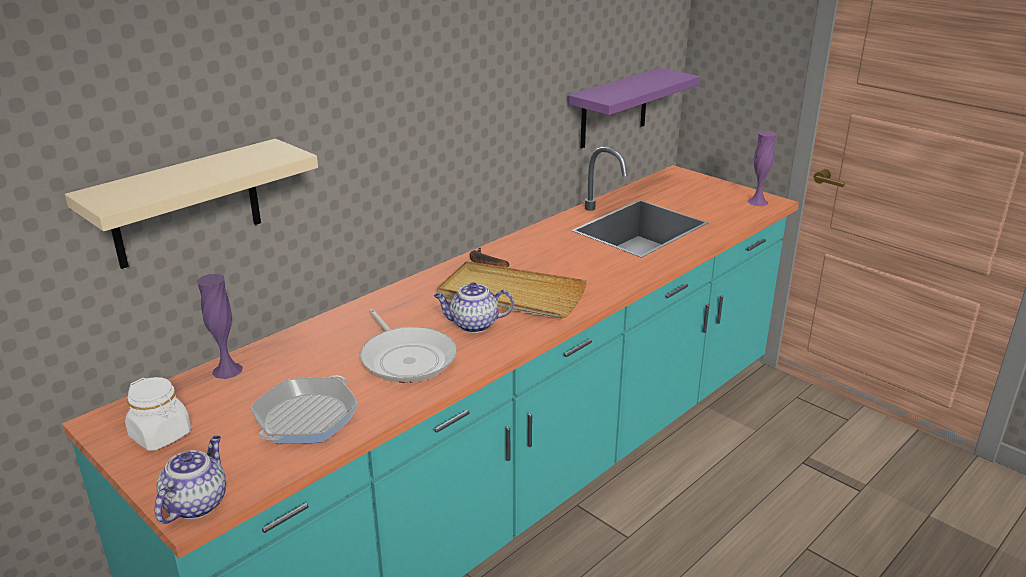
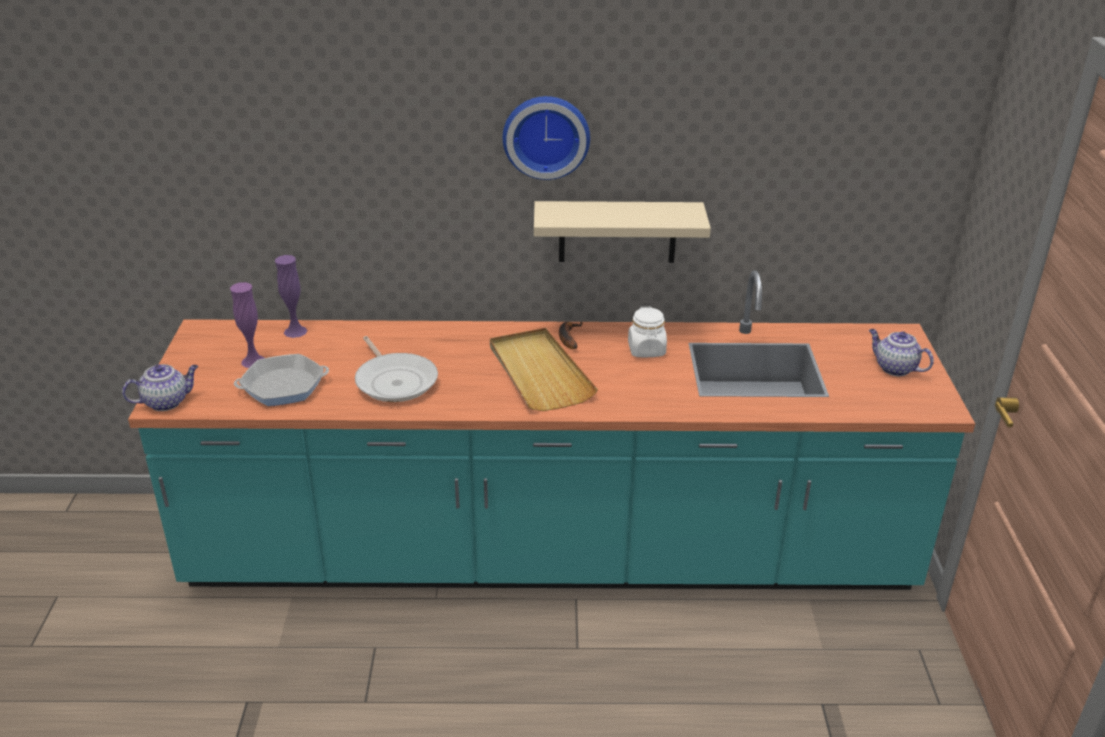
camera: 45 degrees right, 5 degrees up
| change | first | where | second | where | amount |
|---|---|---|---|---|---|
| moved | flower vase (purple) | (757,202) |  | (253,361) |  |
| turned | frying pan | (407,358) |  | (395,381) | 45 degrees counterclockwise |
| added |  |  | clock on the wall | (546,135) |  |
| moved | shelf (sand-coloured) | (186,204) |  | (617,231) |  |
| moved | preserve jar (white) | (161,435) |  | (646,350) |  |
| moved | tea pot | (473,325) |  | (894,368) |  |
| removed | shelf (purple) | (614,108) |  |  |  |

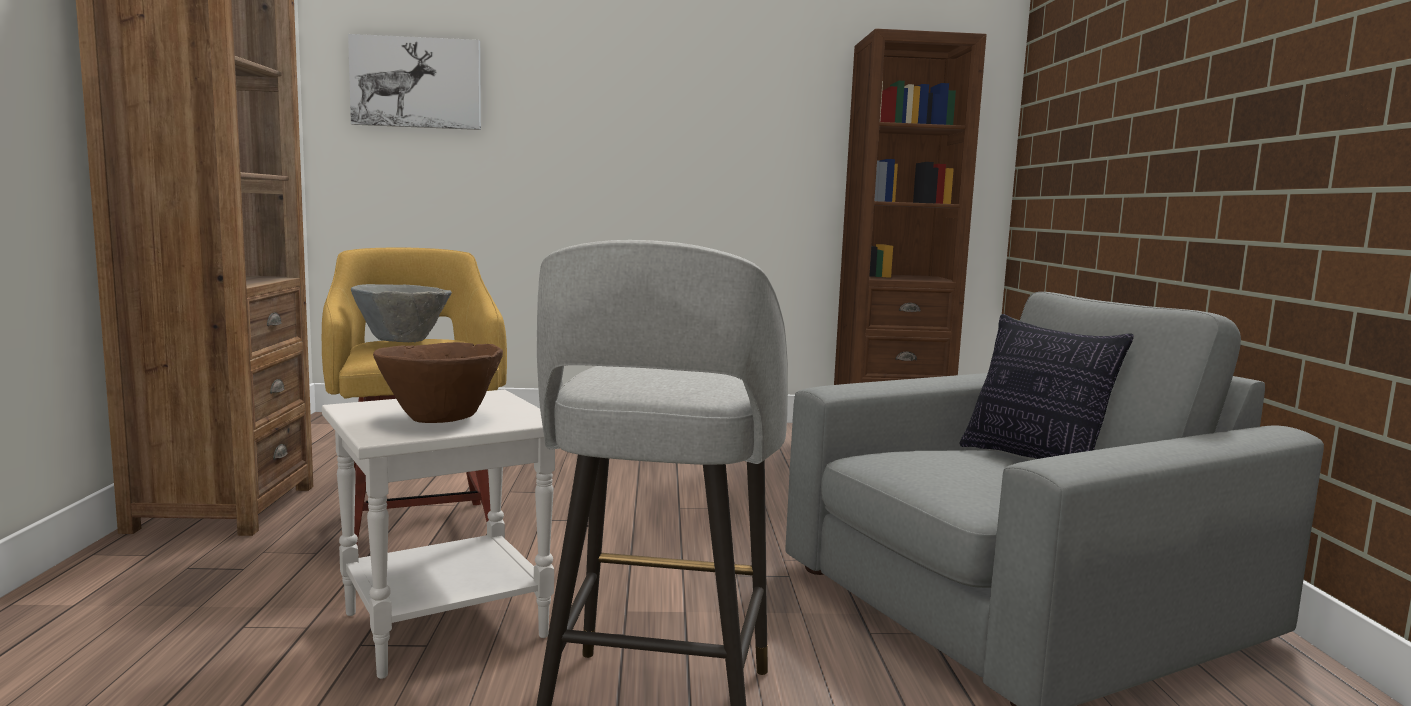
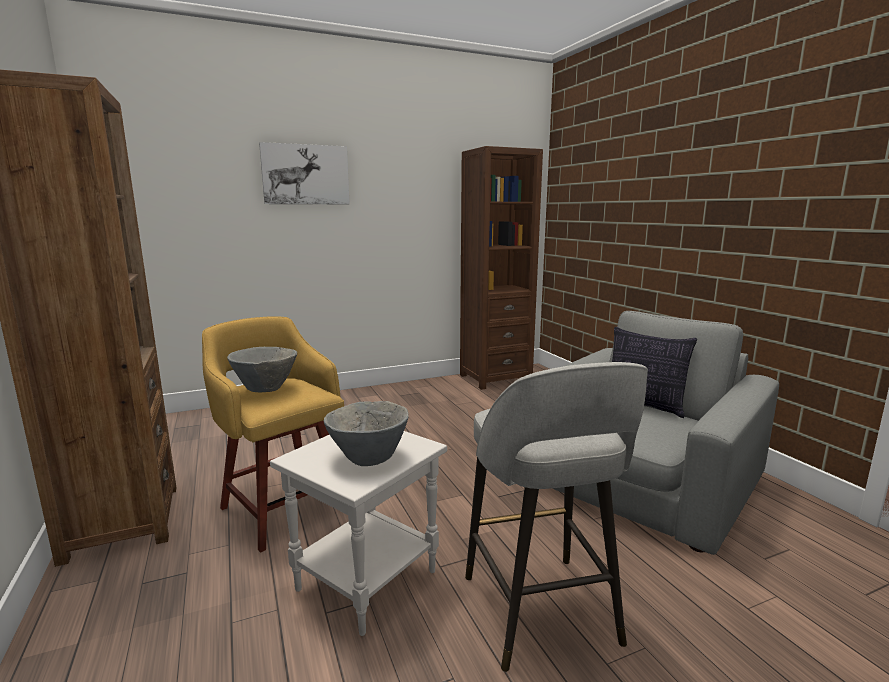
camera: 20 degrees left, 5 degrees up
| change | first | where | second | where | amount |
|---|---|---|---|---|---|
| moved | wall art | (416,83) |  | (305,175) |  |
| recoloured | bowl (brown-coloured) | (439,419) | bowl (greyish) | (368,458) |  |

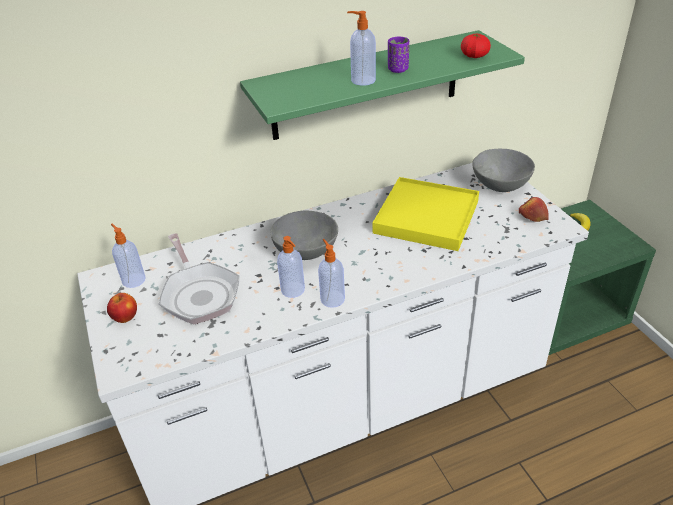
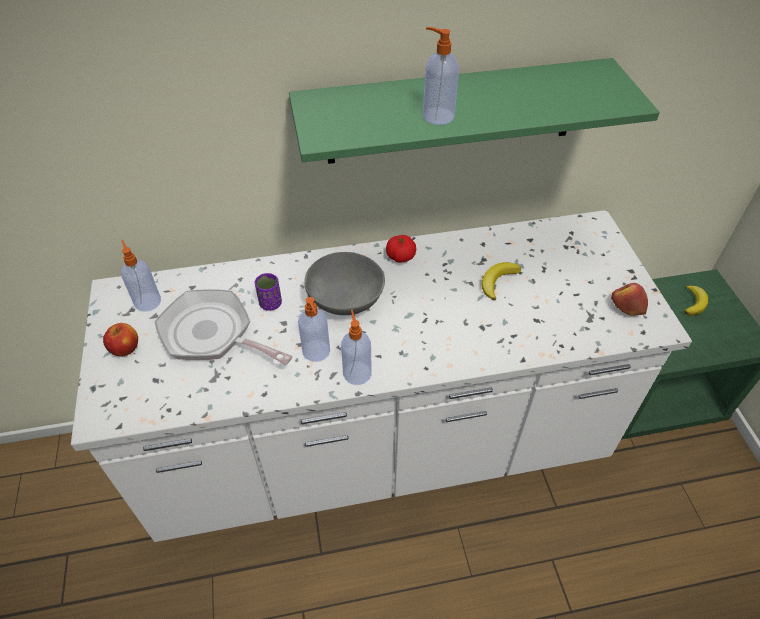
camera: 10 degrees right, 10 degrees up
| change | first | where | second | where | amount |
|---|---|---|---|---|---|
| turned | frying pan | (199,293) |  | (212,334) | 135 degrees clockwise |
| moved | drinking cup (purple) | (398,69) |  | (270,303) |  |
| moved | tomato | (474,56) |  | (400,256) |  |
| replaced | tray (yellowish) | (426,217) | whole banana | (497,281) |  |
| removed | bowl (greyish) | (500,185) |  |  |  |

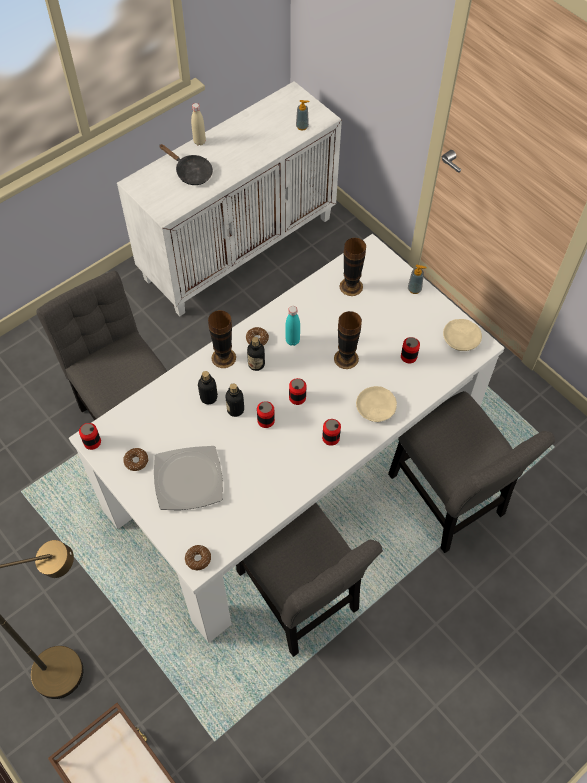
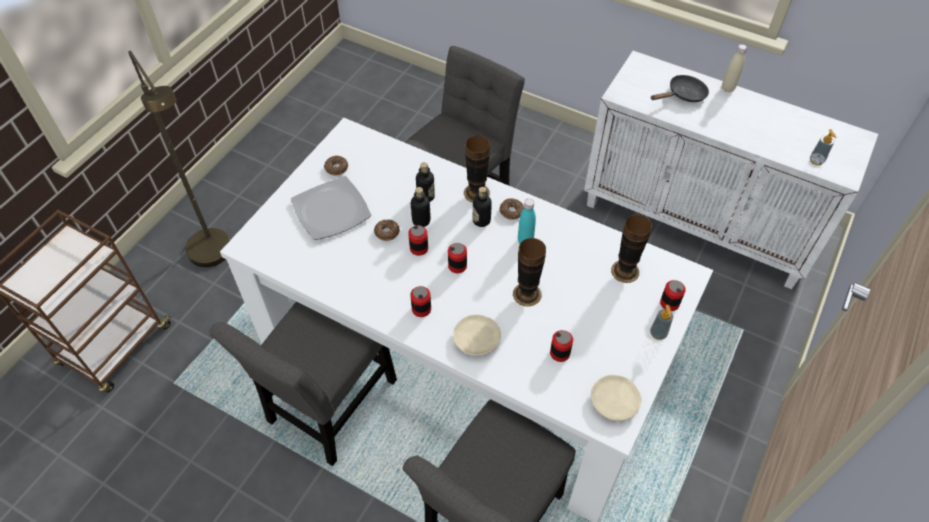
camera: 70 degrees right, 5 degrees down
| change | first | where | second | where | amount |
|---|---|---|---|---|---|
| moved | ring doughnut | (198,559) |  | (387,232) |  |
| turned | frying pan (blackish) | (191,172) |  | (683,95) | 135 degrees counterclockwise |
| moved | can | (92,442) |  | (669,303) |  |

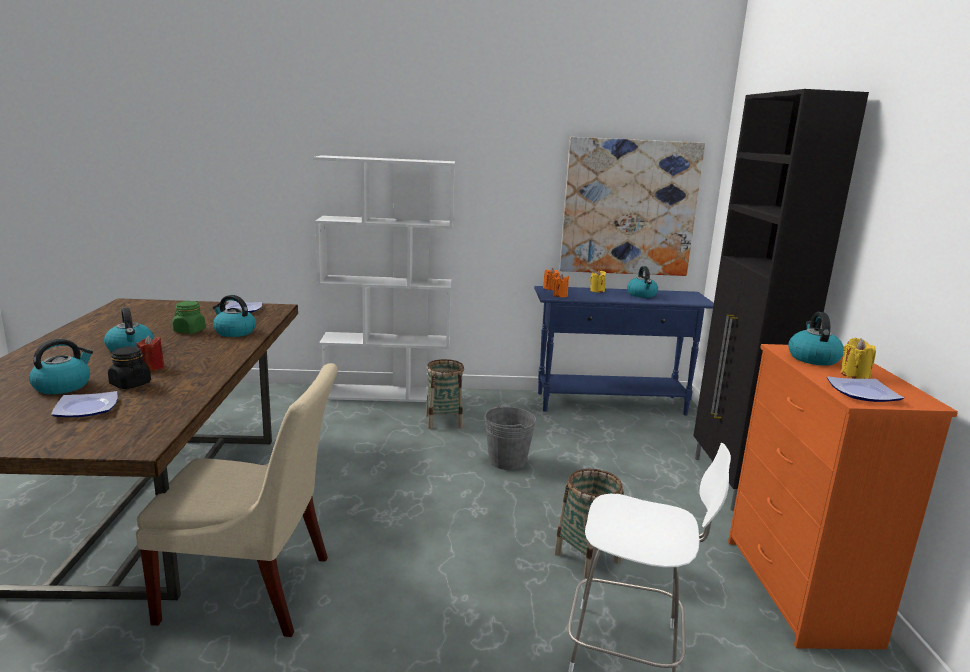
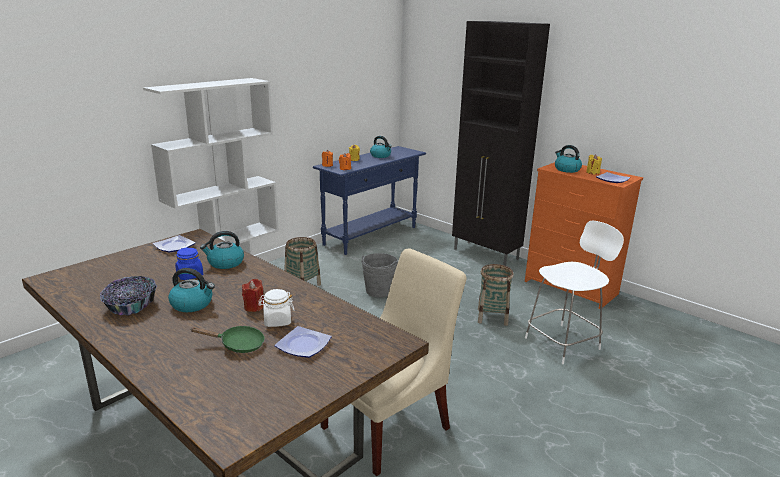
camera: 45 degrees left, 5 degrees up
| change | first | where | second | where | amount |
|---|---|---|---|---|---|
| added |  |  | bowl | (130,305) |  |
| recoloured | preserve jar (green-coloured) | (189,331) | preserve jar (blue-coloured) | (190,275) |  |
| replaced | kettle | (63,386) | frying pan (green-coloured) | (238,345) |  |
| recoloured | preserve jar (blackish) | (130,384) | preserve jar (white) | (277,321) |  |
| removed | wall art | (629,208) |  |  |  |

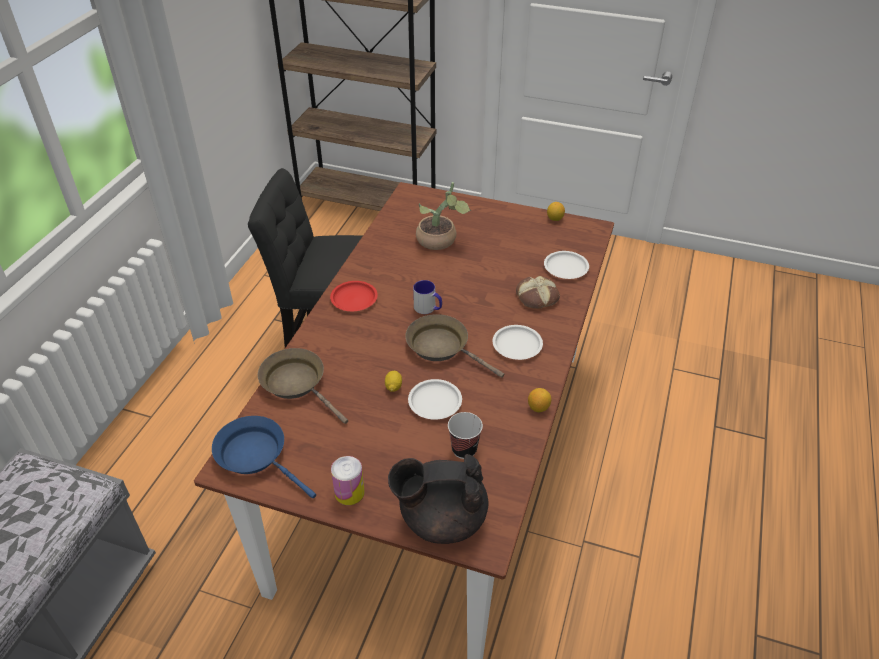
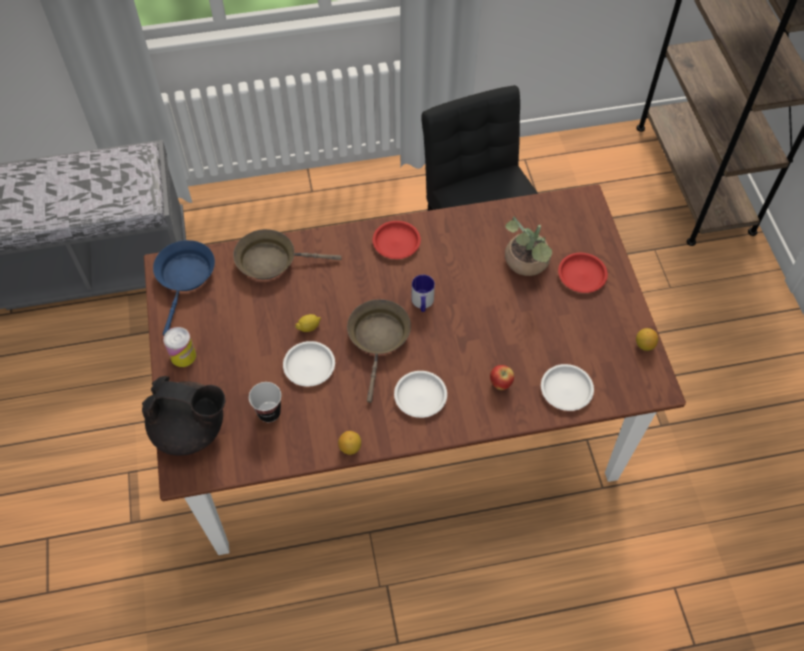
camera: 60 degrees right, 15 degrees up
| change | first | where | second | where | amount |
|---|---|---|---|---|---|
| turned | tea pot (blackish) | (441,518) |  | (191,429) | 135 degrees clockwise |
| turned | frying pan (brown-coloured) | (297,384) |  | (271,260) | 105 degrees counterclockwise |
| replaced | bakery bread | (537,297) | apple fruit | (500,383) |  |
| added |  |  | flat dish (reddish) | (582,275) |  |

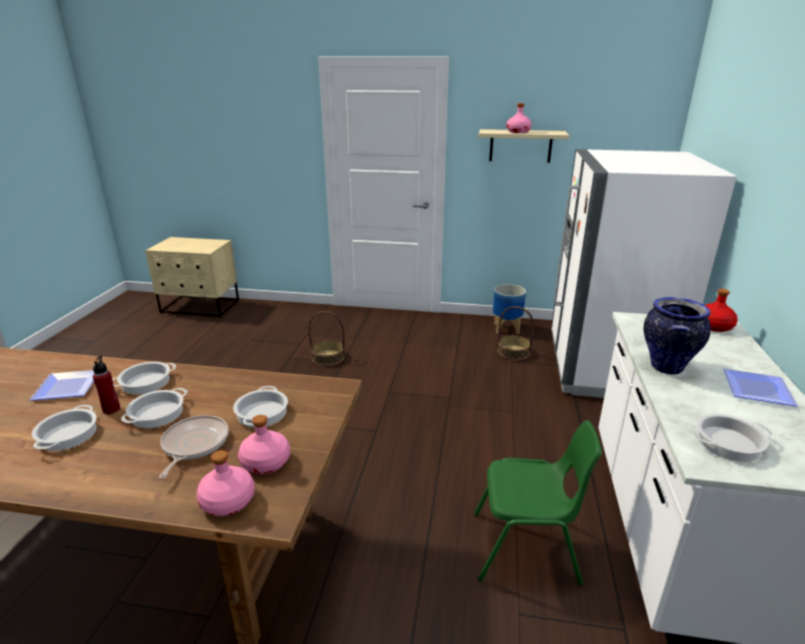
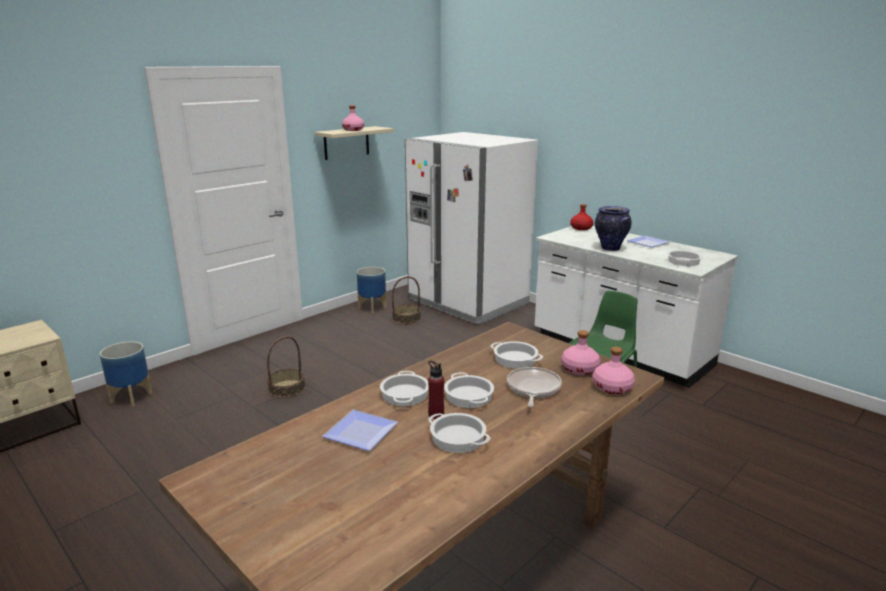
camera: 55 degrees left, 5 degrees down
| change | first | where | second | where | amount |
|---|---|---|---|---|---|
| added |  |  | flower pot | (131,398) |  |
| turned | frying pan | (194,445) |  | (533,388) | 60 degrees clockwise |

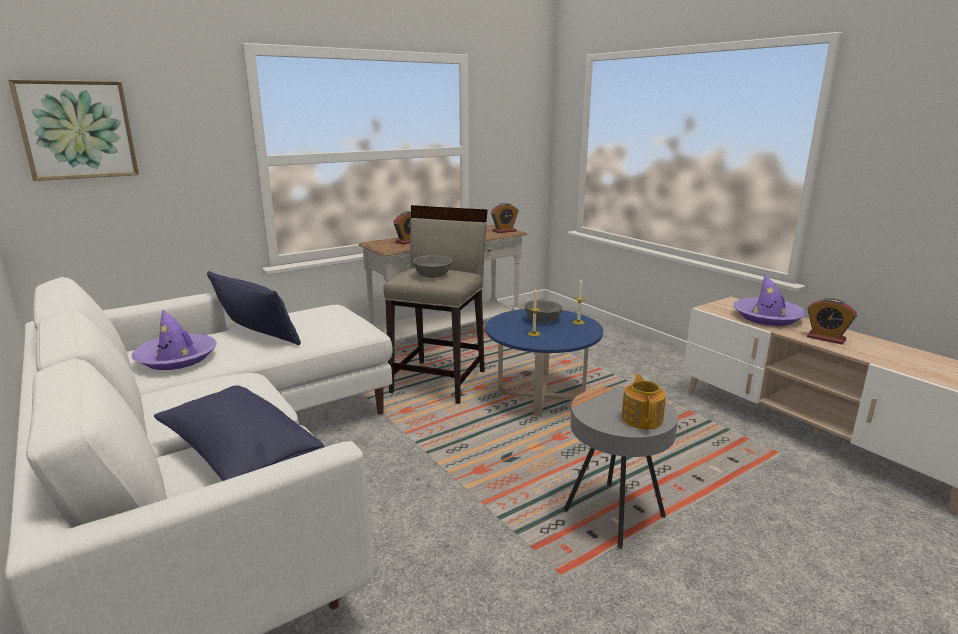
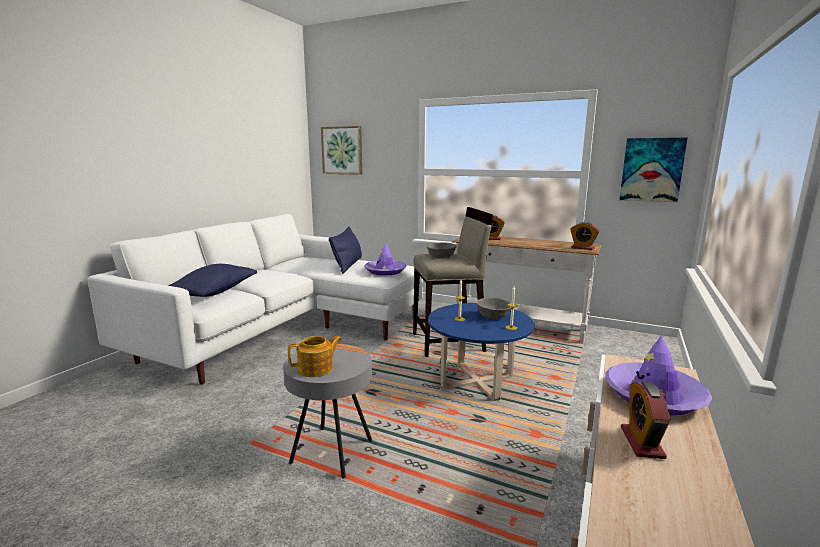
camera: 60 degrees right, 5 degrees down
| change | first | where | second | where | amount |
|---|---|---|---|---|---|
| moved | wearable hat (purple) | (177,358) |  | (385,271) |  |
| added |  |  | wall art | (651,170) |  |

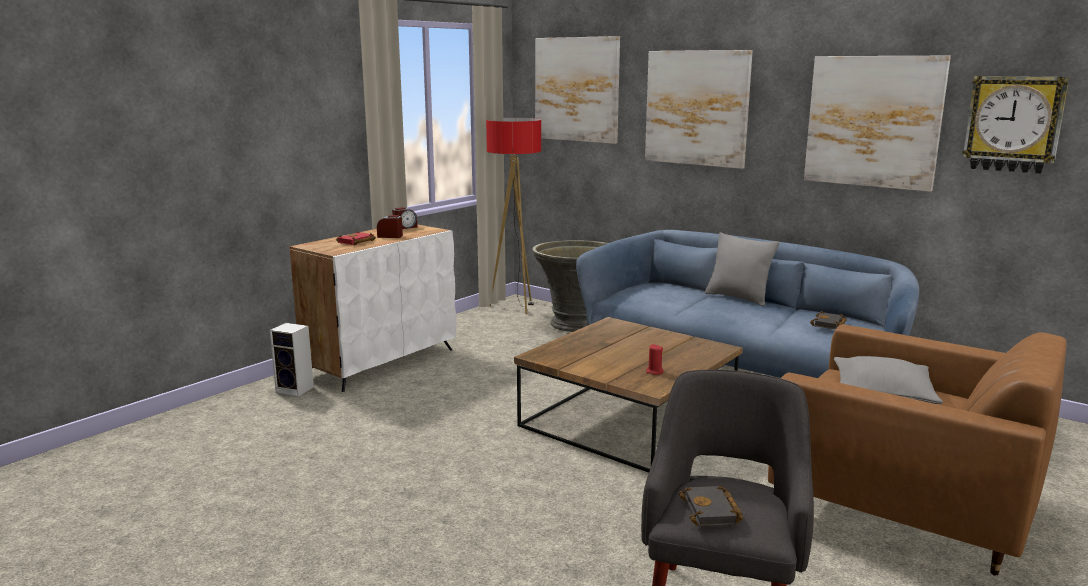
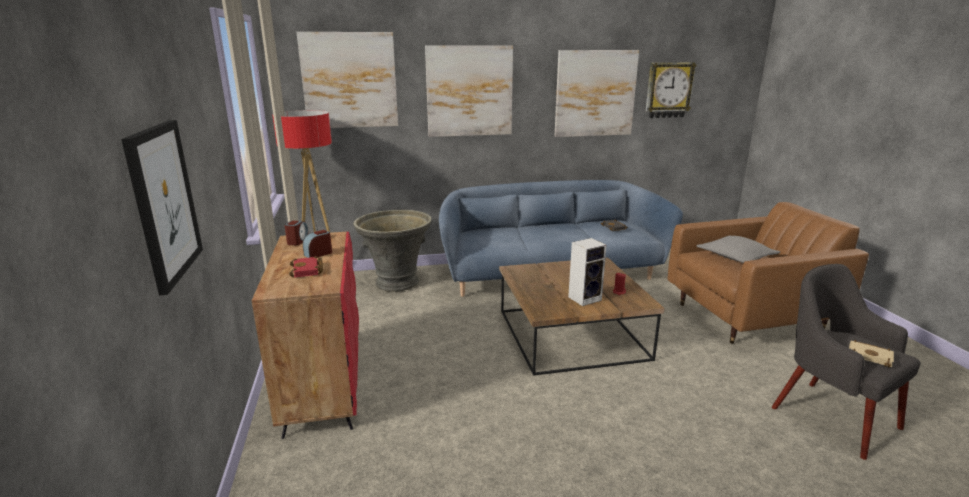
camera: 50 degrees left, 5 degrees up
| change | first | where | second | where | amount |
|---|---|---|---|---|---|
| added |  |  | wall art | (164,203) |  |
| recoloured | cupboard (white) | (382,362) | cupboard (reddish) | (323,383) |  |
| moved | audio speaker | (296,390) |  | (585,298) |  |
| recoloured | book (blackish) | (712,512) | book (sand-coloured) | (871,356) |  |
| removed | throw pillow (greyish) | (738,298) |  |  |  |

